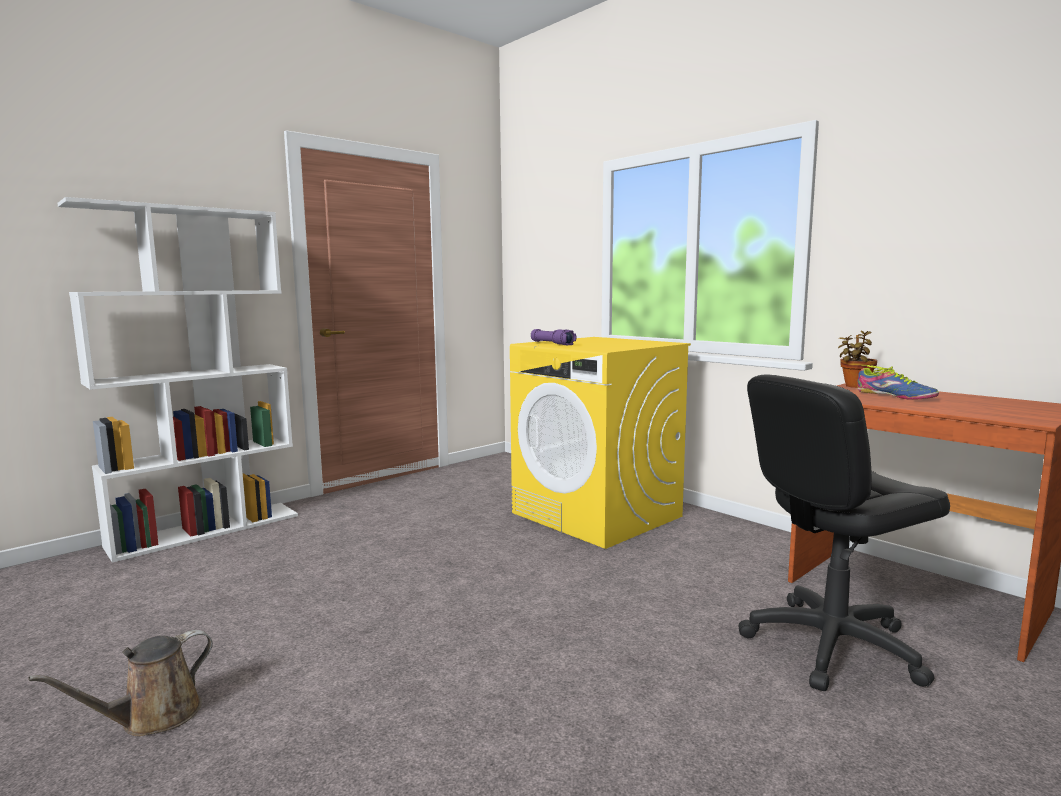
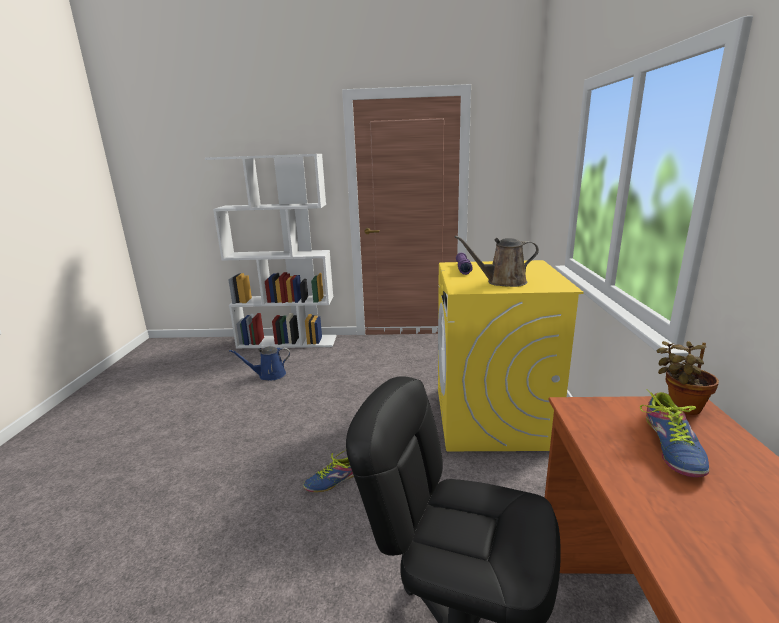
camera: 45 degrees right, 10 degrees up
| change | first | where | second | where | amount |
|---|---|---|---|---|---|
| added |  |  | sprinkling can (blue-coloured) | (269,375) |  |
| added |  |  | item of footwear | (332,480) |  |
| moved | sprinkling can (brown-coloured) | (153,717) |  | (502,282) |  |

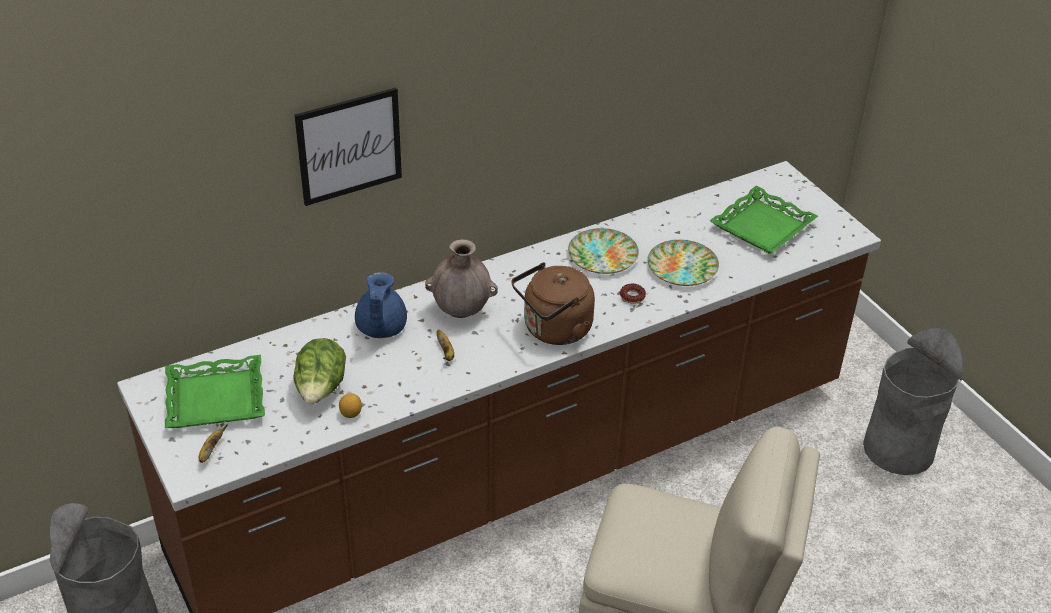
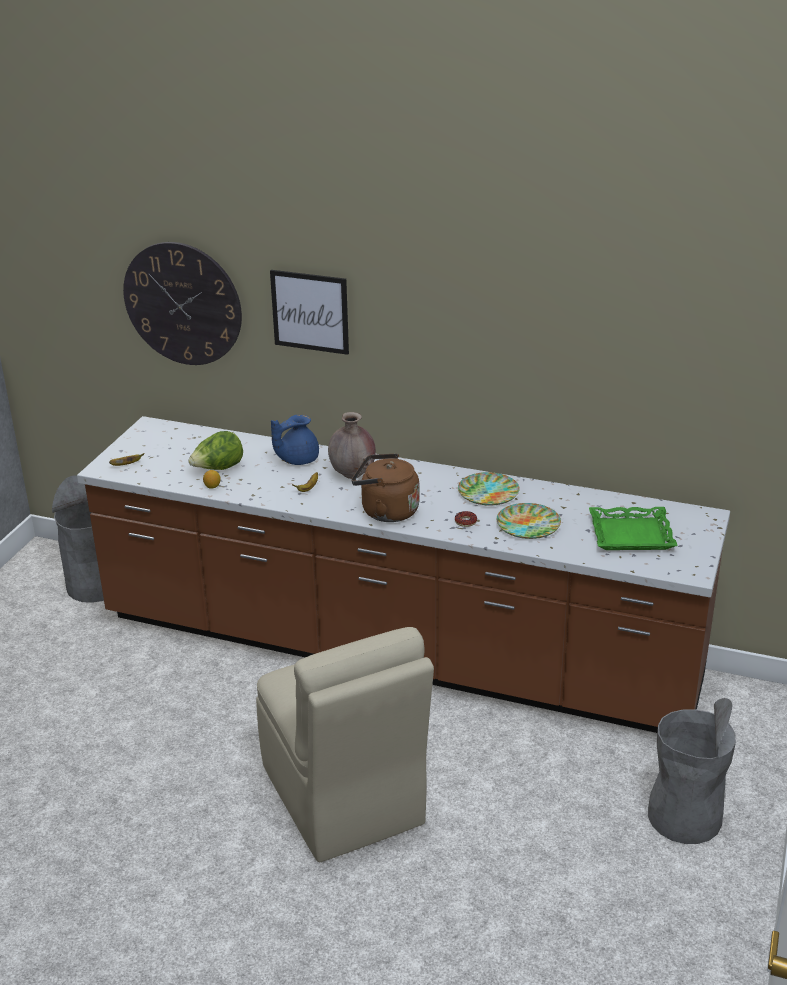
camera: 50 degrees right, 10 degrees down
| change | first | where | second | where | amount |
|---|---|---|---|---|---|
| added |  |  | clock on the wall | (182,304) |  |
| removed | tray (green-coloured) | (216,398) |  |  |  |

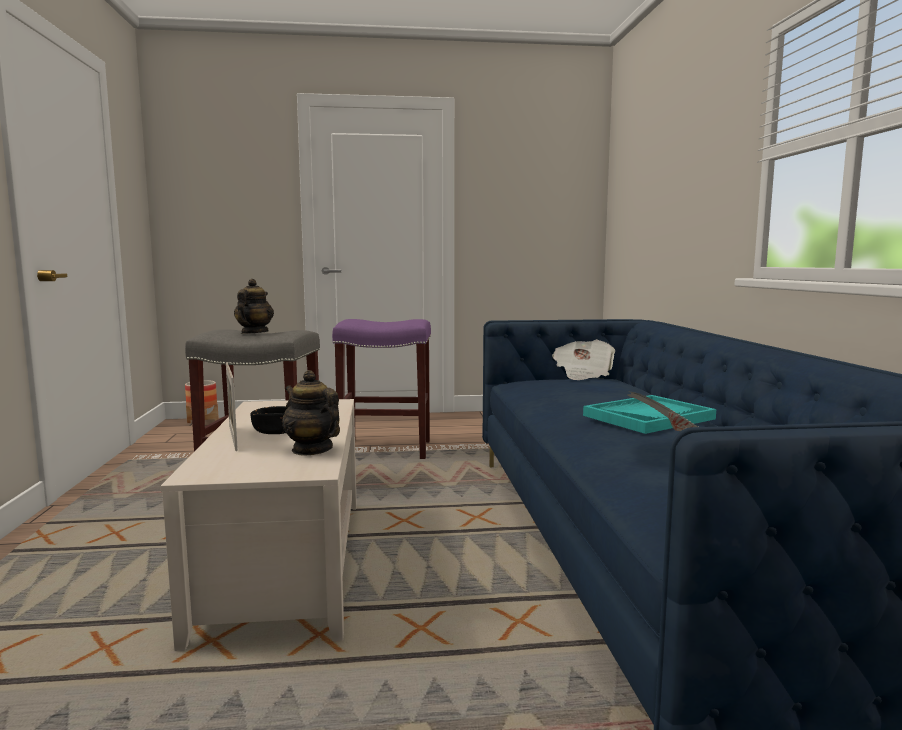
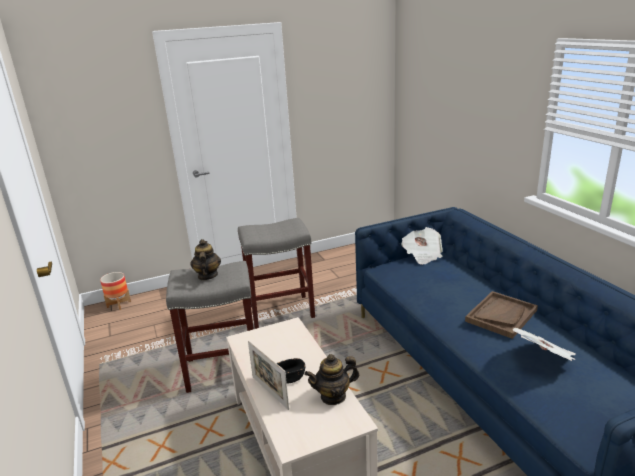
camera: 15 degrees left, 15 degrees up
| change | first | where | second | where | amount |
|---|---|---|---|---|---|
| recoloured | stool (purple) | (387,449) | stool (greyish) | (282,311) |  |
| turned | tea pot | (312,450) |  | (333,396) | 45 degrees counterclockwise |
| recoloured | tray (turquoise-coloured) | (648,417) | tray (brown-coloured) | (501,315) |  |

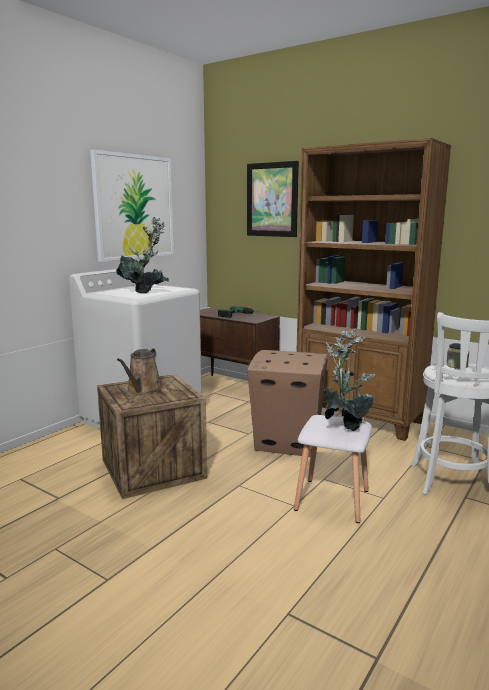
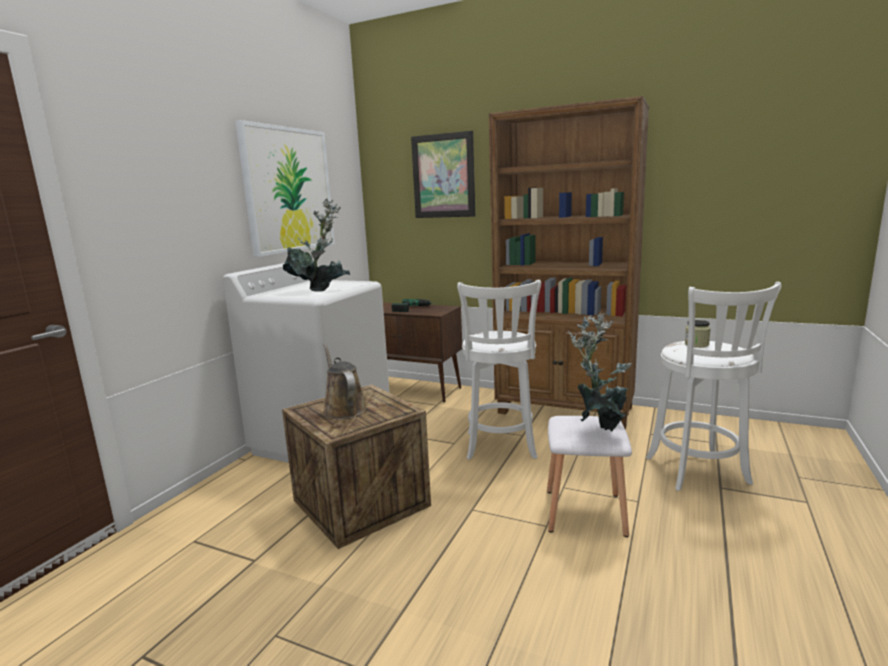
camera: 10 degrees left, 0 degrees up
| change | first | where | second | where | amount |
|---|---|---|---|---|---|
| turned | sprinkling can (brown-coloured) | (142,390) |  | (343,409) | 150 degrees clockwise |
| replaced | cardboard box | (286,441) | stool (white) | (500,447) |  |

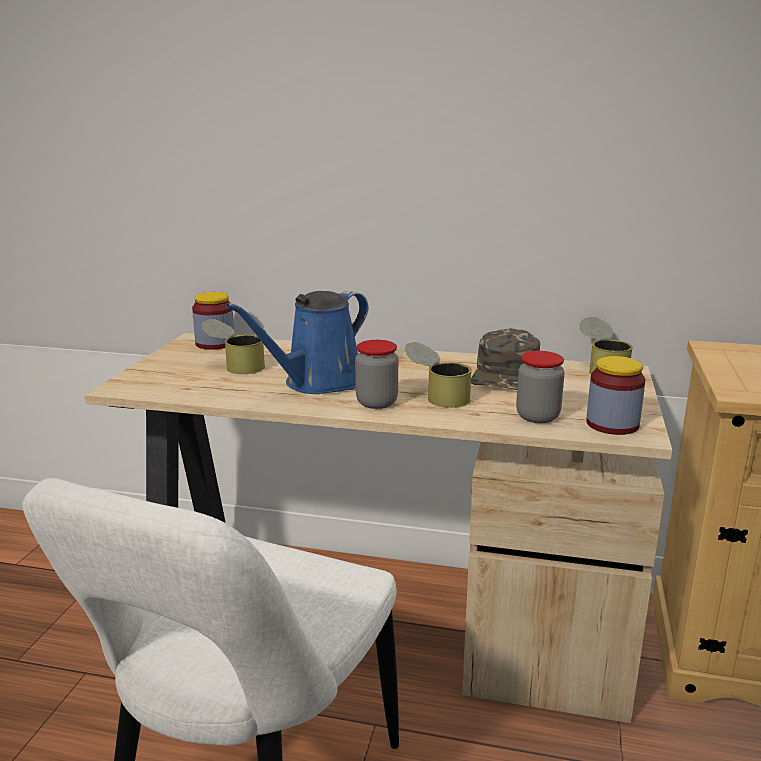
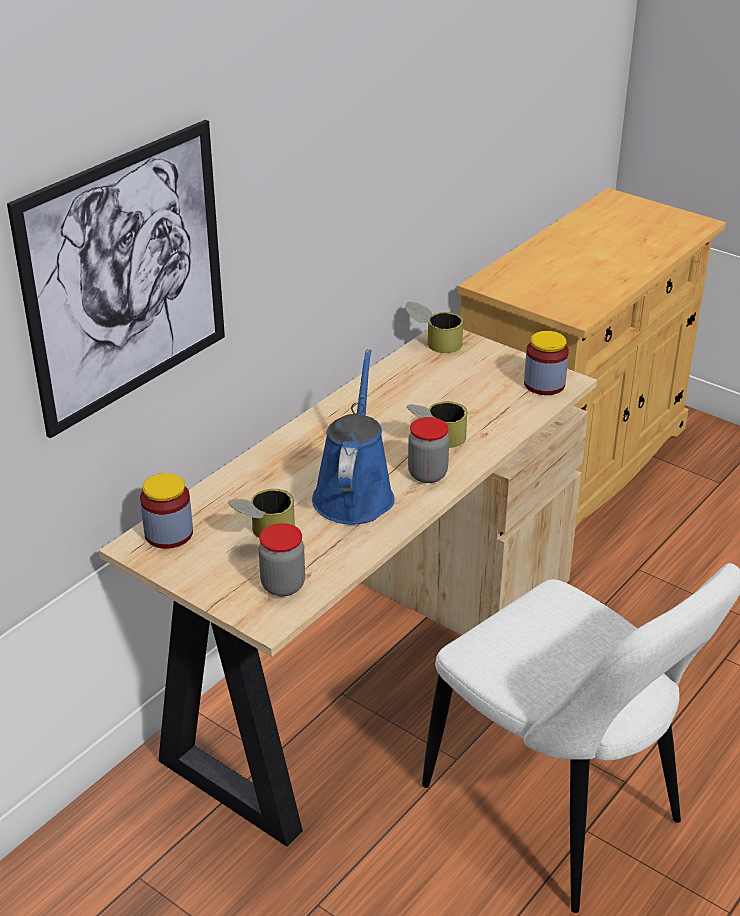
camera: 65 degrees left, 15 degrees up
| change | first | where | second | where | amount |
|---|---|---|---|---|---|
| added |  |  | wall art | (126,277) |  |
| moved | preserve jar | (537,416) |  | (283,585) |  |
| turned | sprinkling can (blue-coloured) | (318,383) |  | (354,493) | 150 degrees counterclockwise |
| removed | peaked cap (green-coloured) | (505,373) |  |  |  |

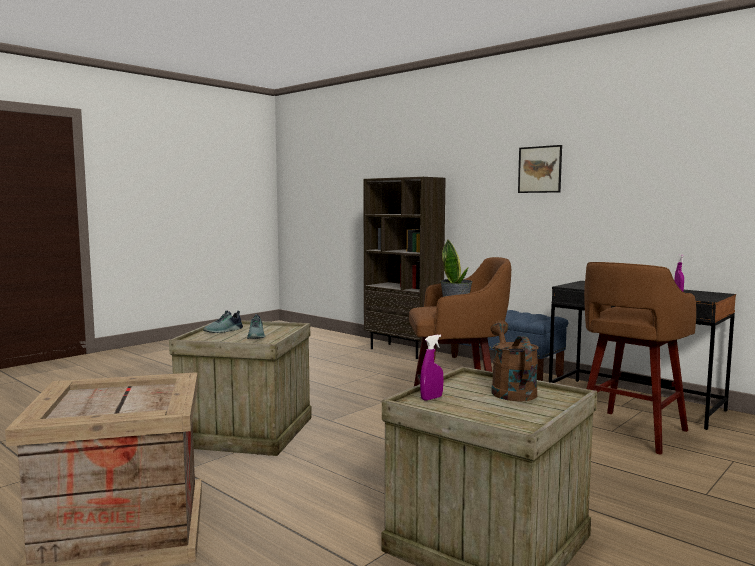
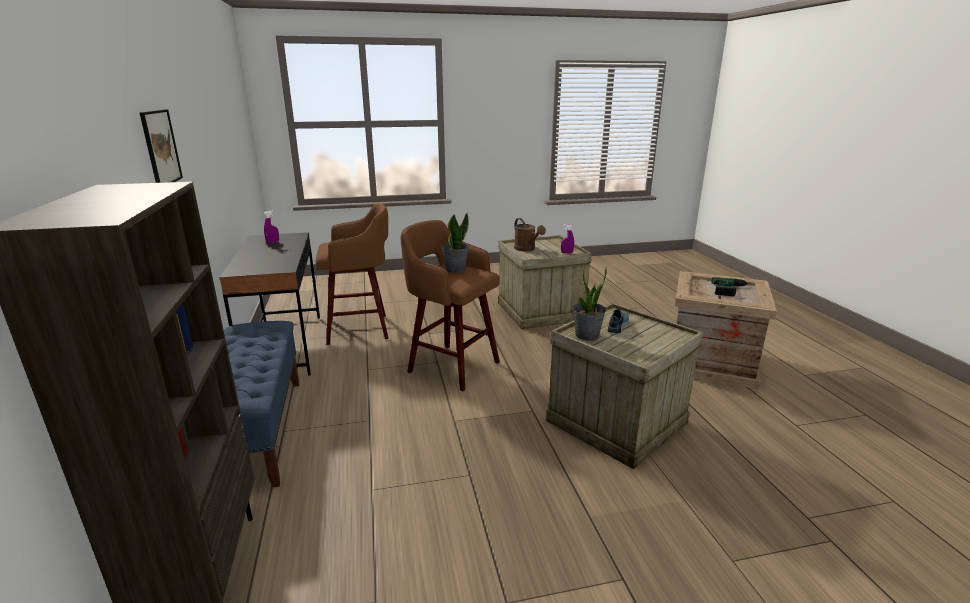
camera: 145 degrees left, 15 degrees up
| change | first | where | second | where | amount |
|---|---|---|---|---|---|
| turned | sprinkling can (brown-coloured) | (510,390) |  | (527,249) | 60 degrees counterclockwise |
| added |  |  | plant in a pot | (587,335) |  |
| added |  |  | drill | (734,290) |  |
| removed | item of footwear | (224,331) |  |  |  |

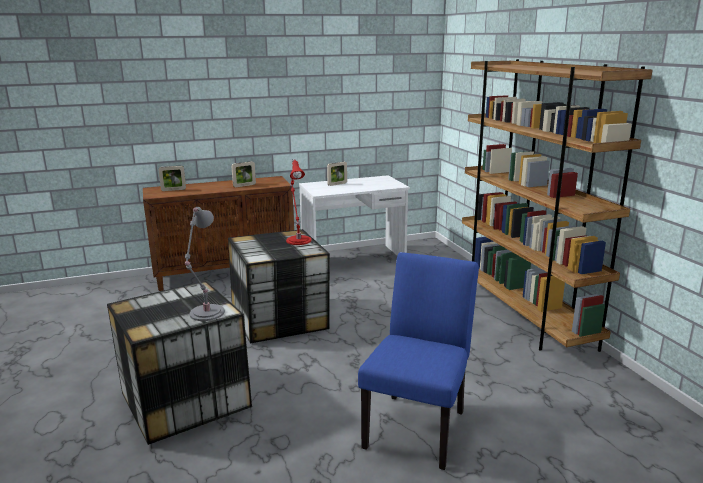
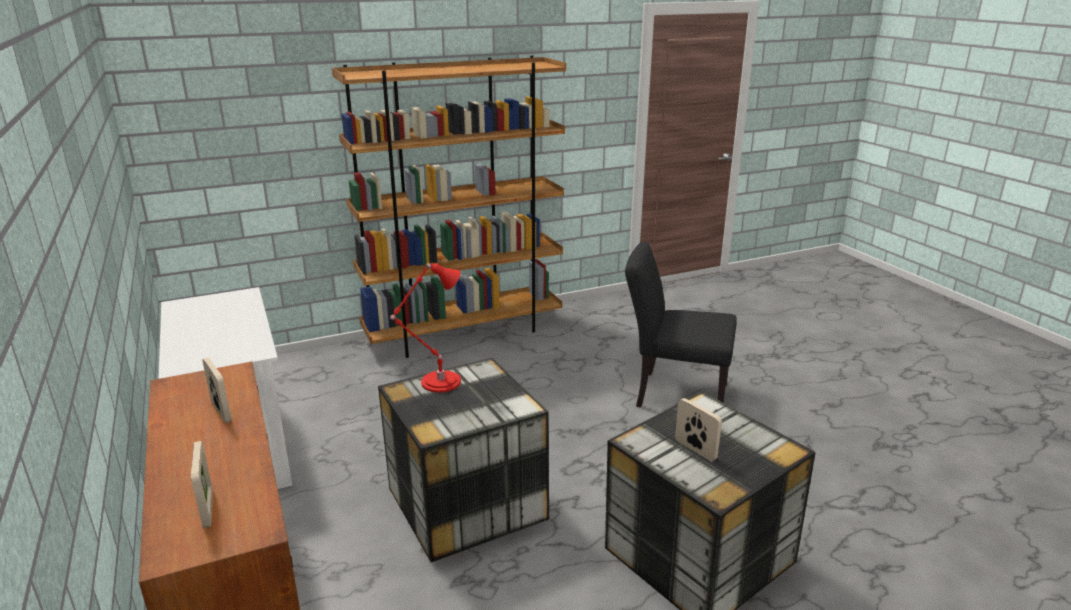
camera: 95 degrees left, 5 degrees up
| change | first | where | second | where | amount |
|---|---|---|---|---|---|
| recoloured | chair (blue-coloured) | (418,424) | chair (blackish) | (673,394) |  |
| moved | standing frame | (337,184) |  | (695,450) |  |
| removed | tabletop lamp (greyish) | (206,314) |  |  |  |

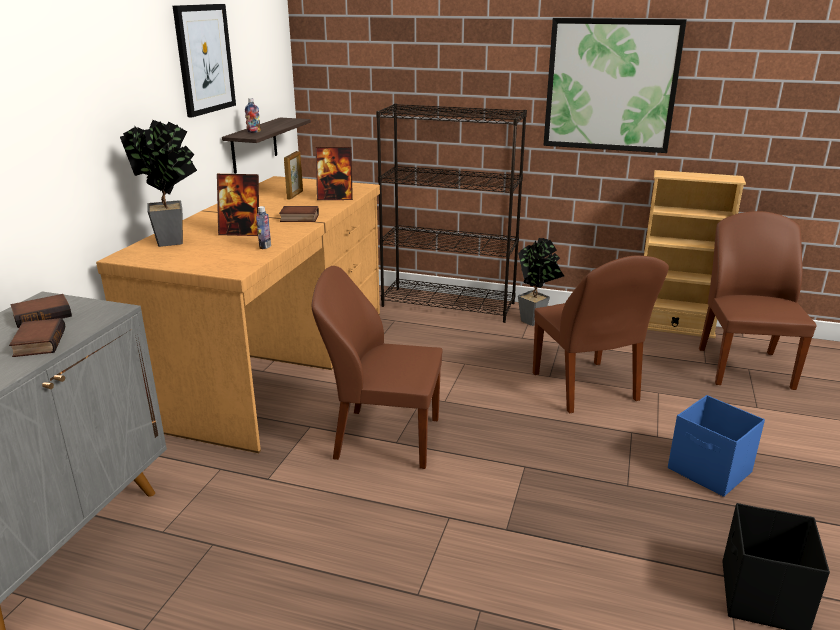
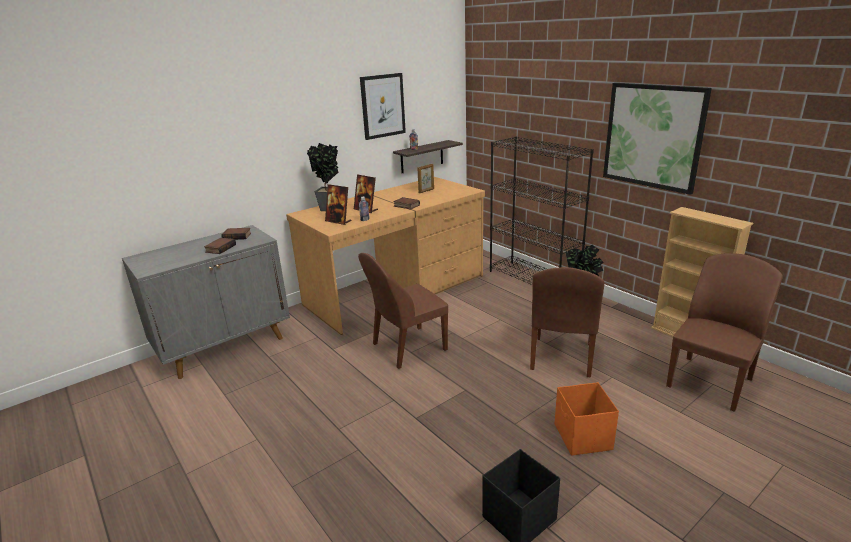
camera: 35 degrees right, 0 degrees up
| change | first | where | second | where | amount |
|---|---|---|---|---|---|
| moved | standing frame | (335,198) |  | (338,221) |  |
| turned | chair (brown-coloured) | (384,438) |  | (407,347) | 75 degrees counterclockwise |
| recoloured | storage box (blue-coloured) | (710,471) | storage box (orangey) | (582,437) |  |

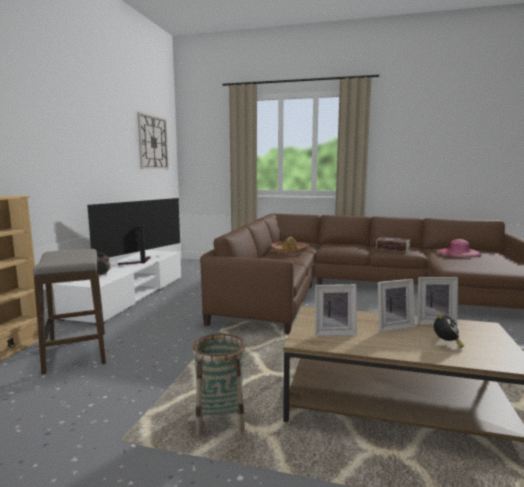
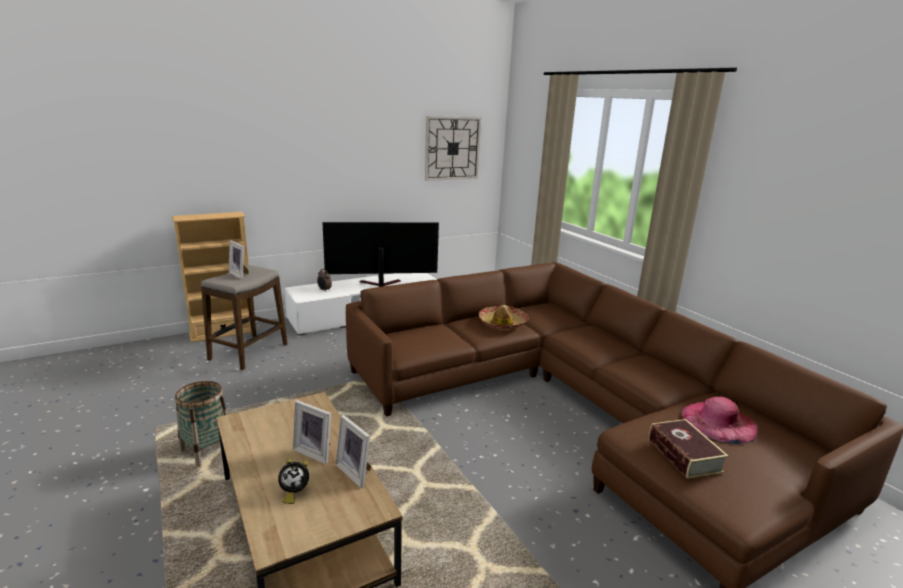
camera: 45 degrees right, 10 degrees up
| change | first | where | second | where | amount |
|---|---|---|---|---|---|
| moved | standing frame | (334,332) |  | (240,274) |  |
| moved | book | (393,248) |  | (684,455) |  |

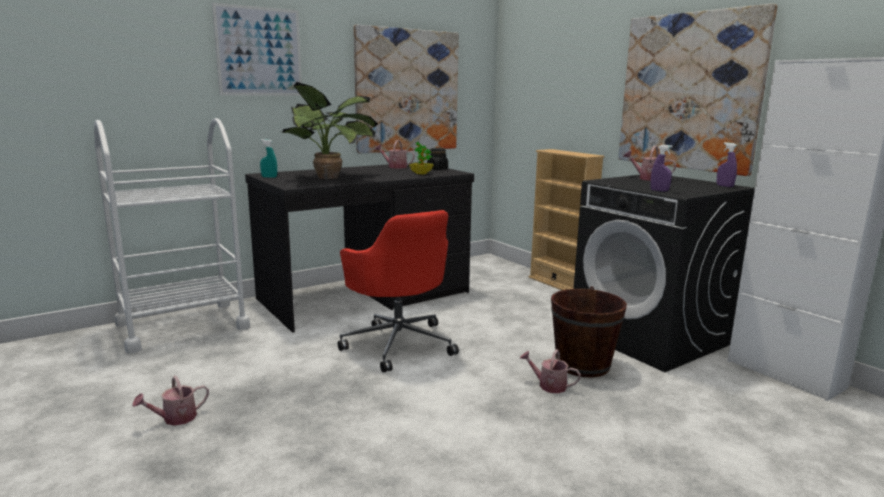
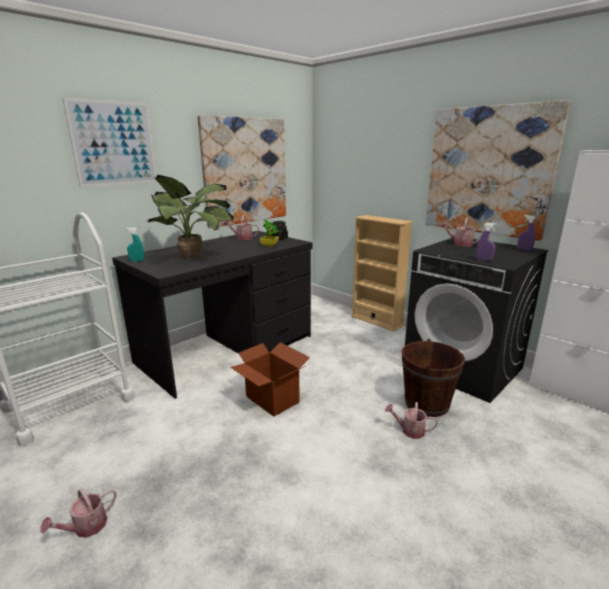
camera: 10 degrees left, 5 degrees up
| change | first | where | second | where | amount |
|---|---|---|---|---|---|
| replaced | office chair (reddish) | (398,343) | cardboard box | (272,400) |  |

